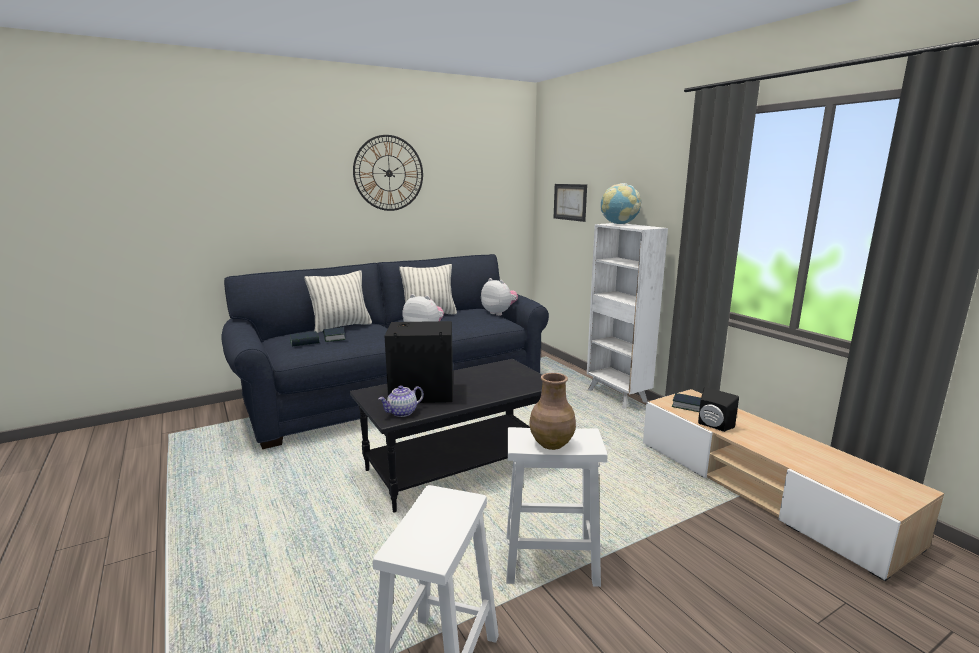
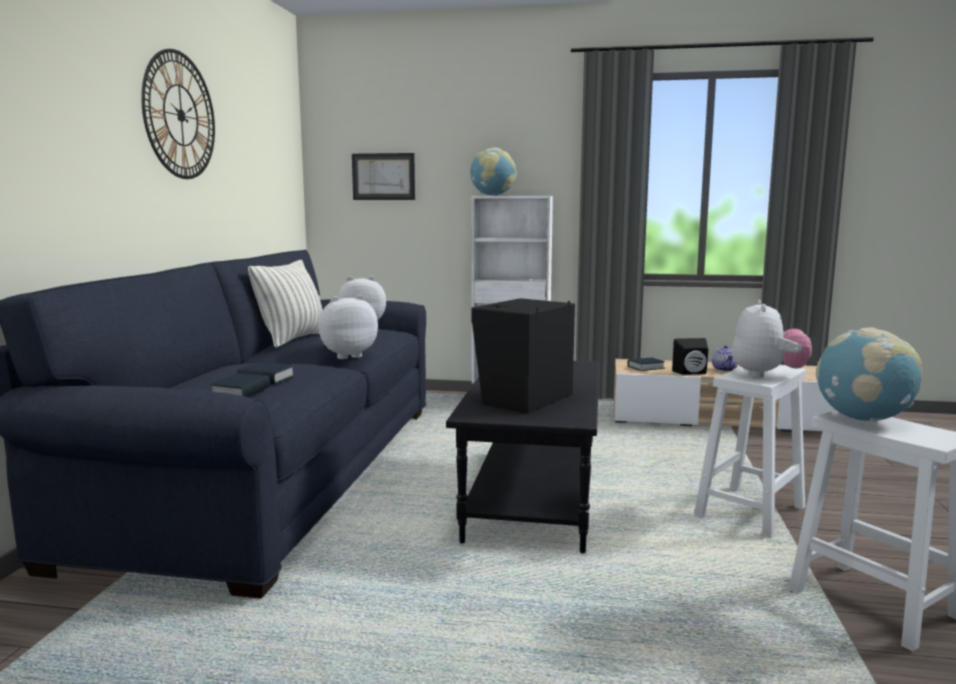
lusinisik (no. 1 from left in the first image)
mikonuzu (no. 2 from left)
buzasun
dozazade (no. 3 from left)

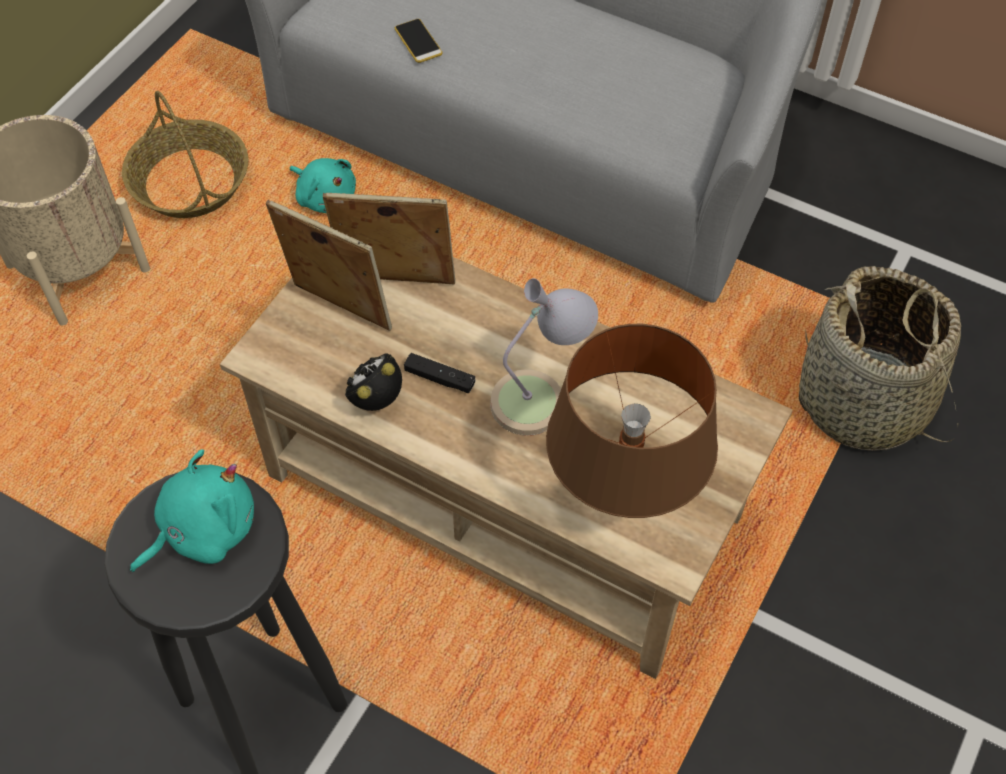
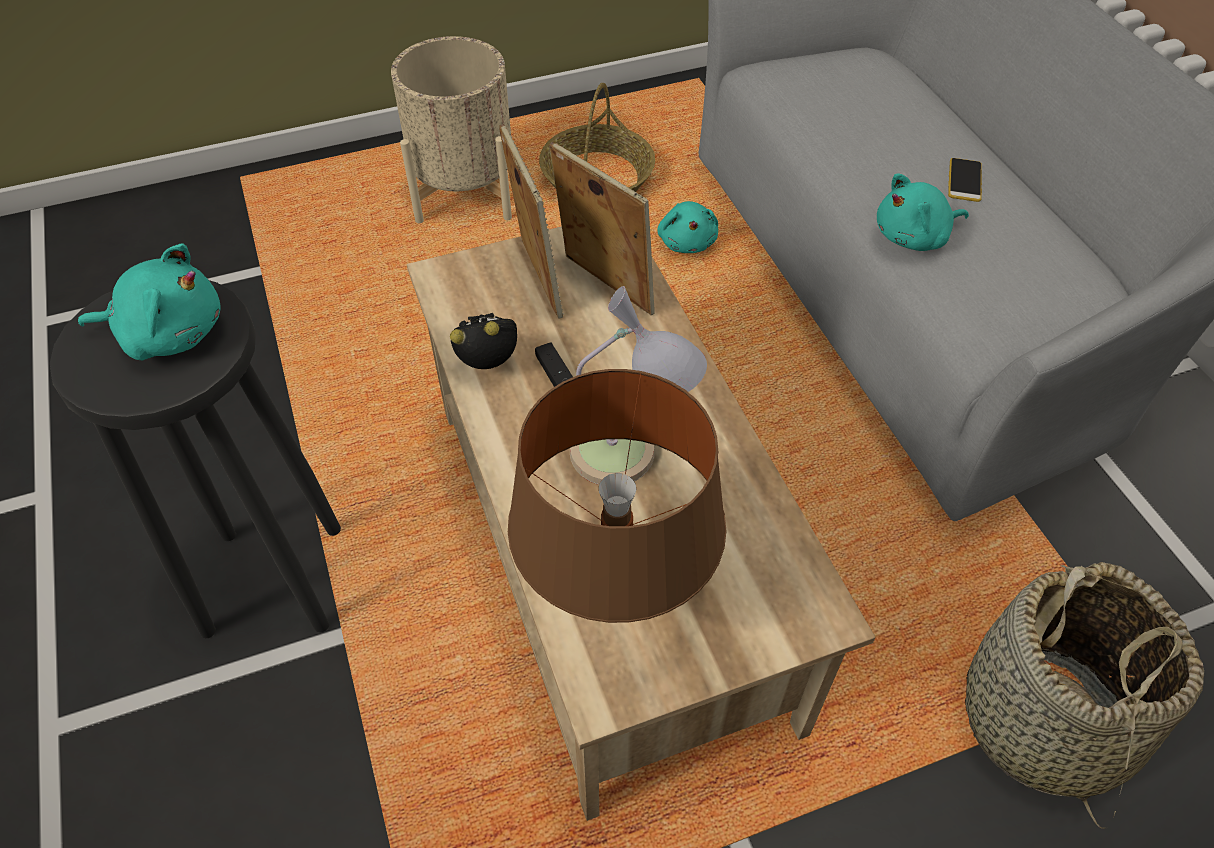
dozazade (turquoise) (no. 3 from left)
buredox

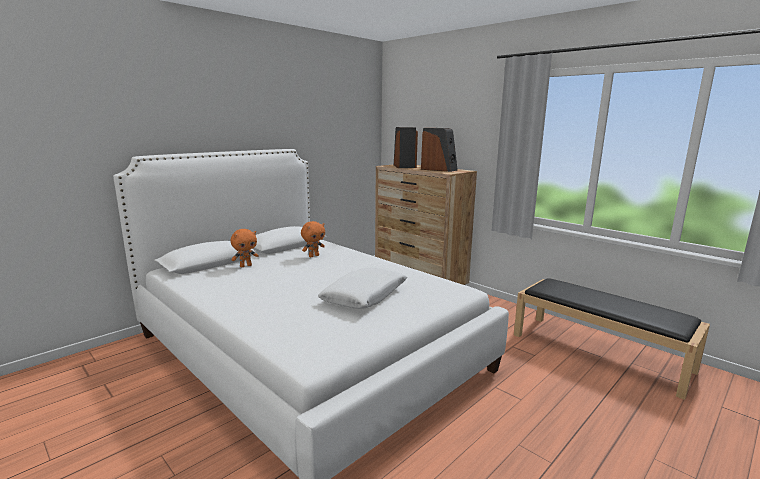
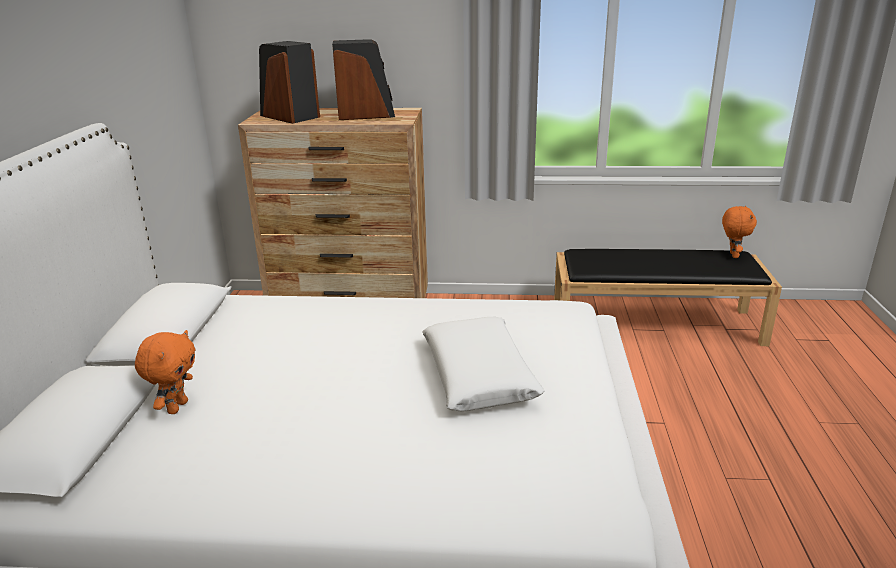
dozazade (orange) (no. 2 from left)

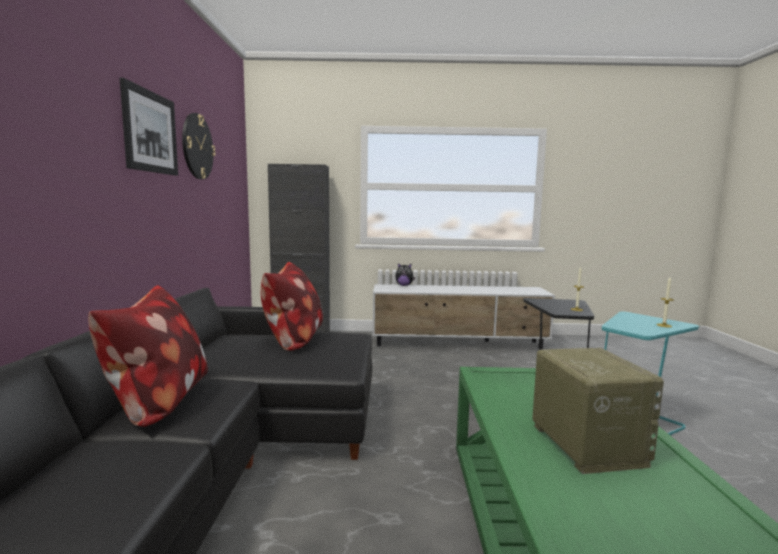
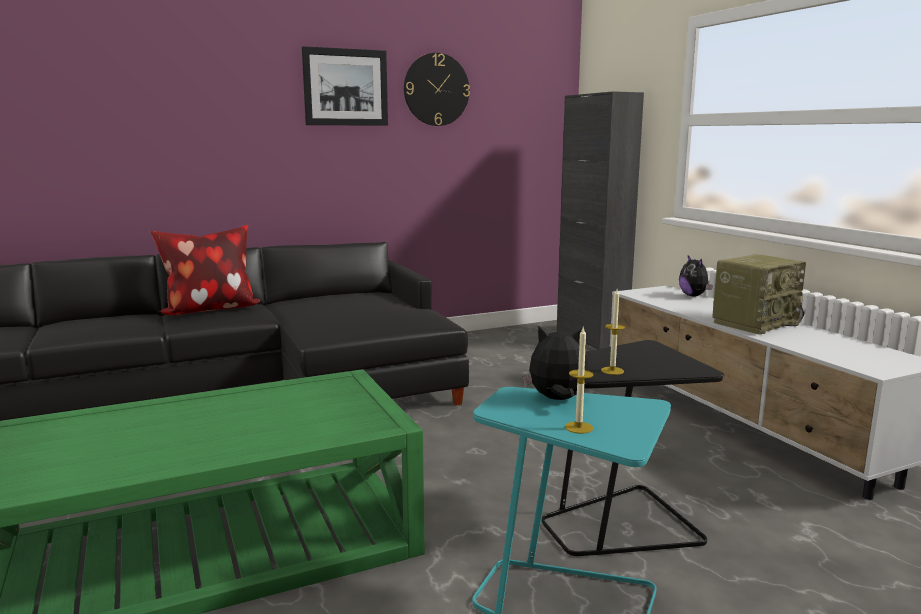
lusinisik (no. 2 from left in the first image)
dozazade (no. 1 from left)
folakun

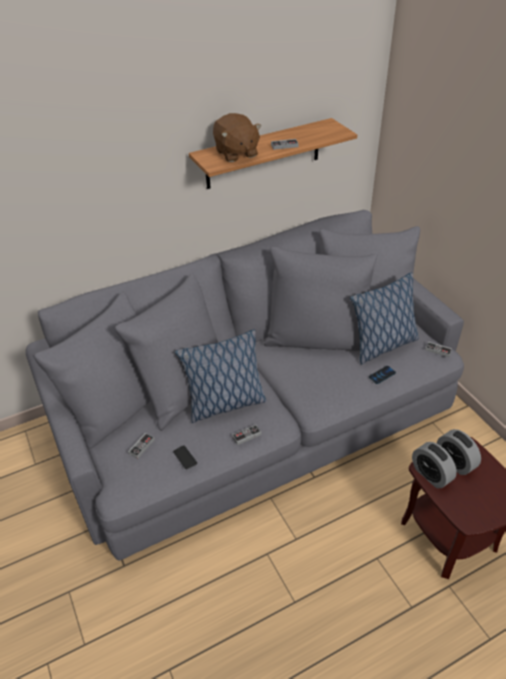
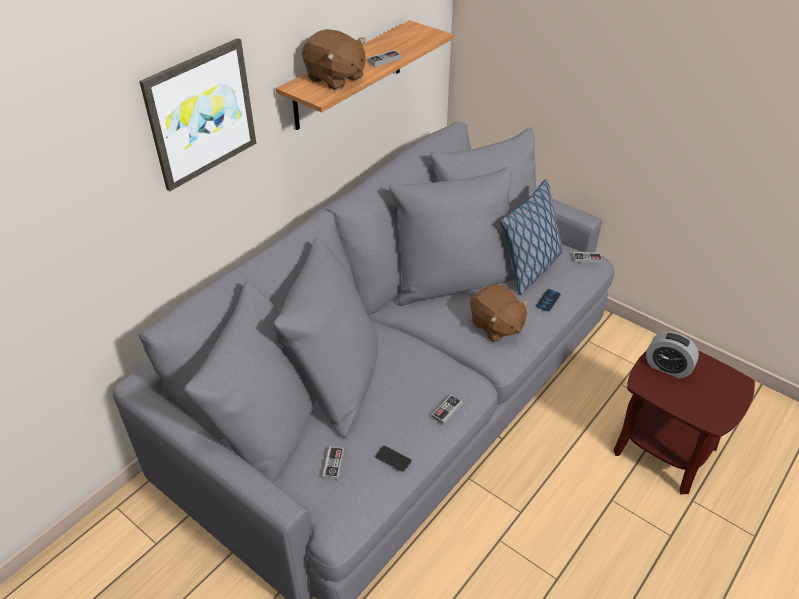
lusinisik (no. 1 from left in the first image)
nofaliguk (no. 1 from left in the first image)
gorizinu
dozazade (brown) (no. 2 from left)

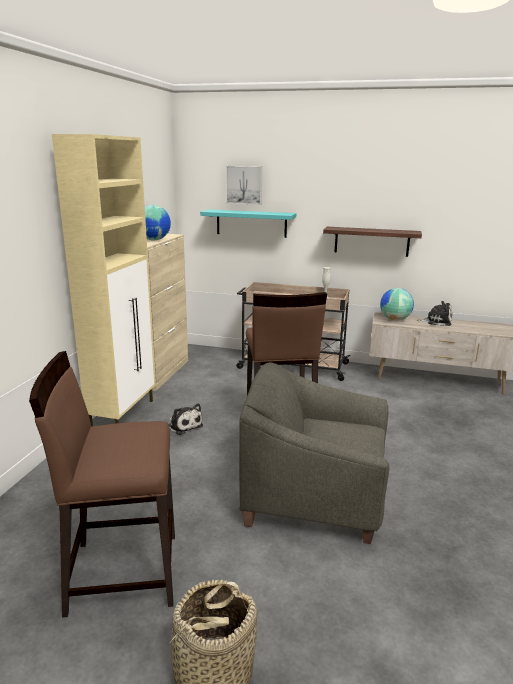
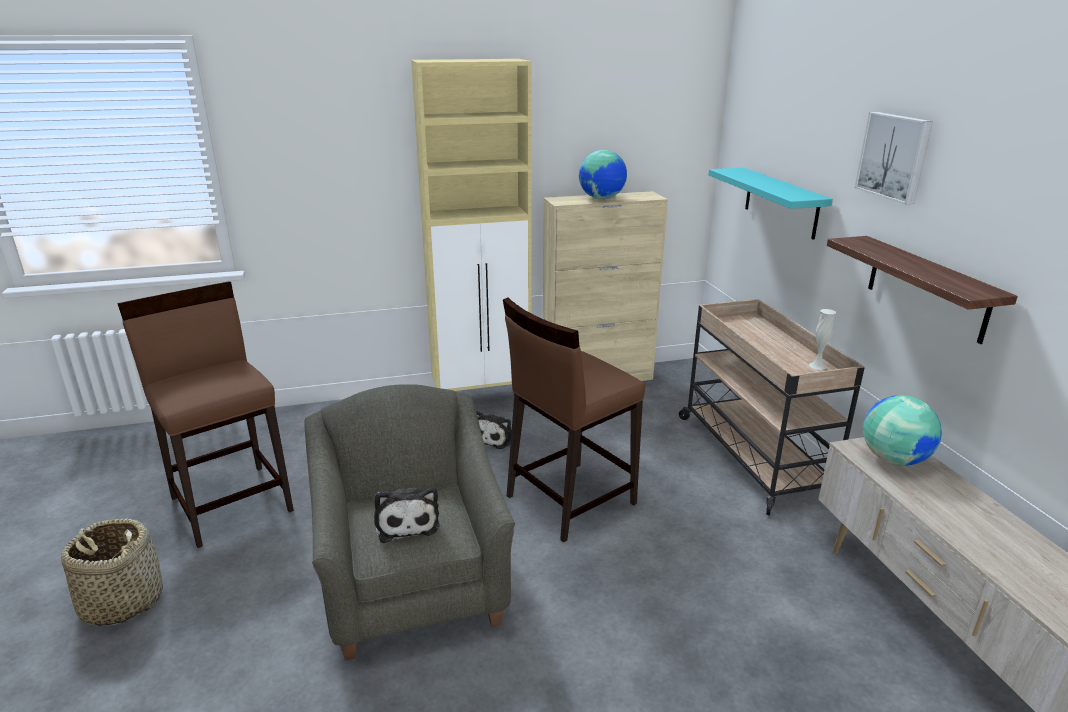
gorizinu
dozazade (no. 1 from left)

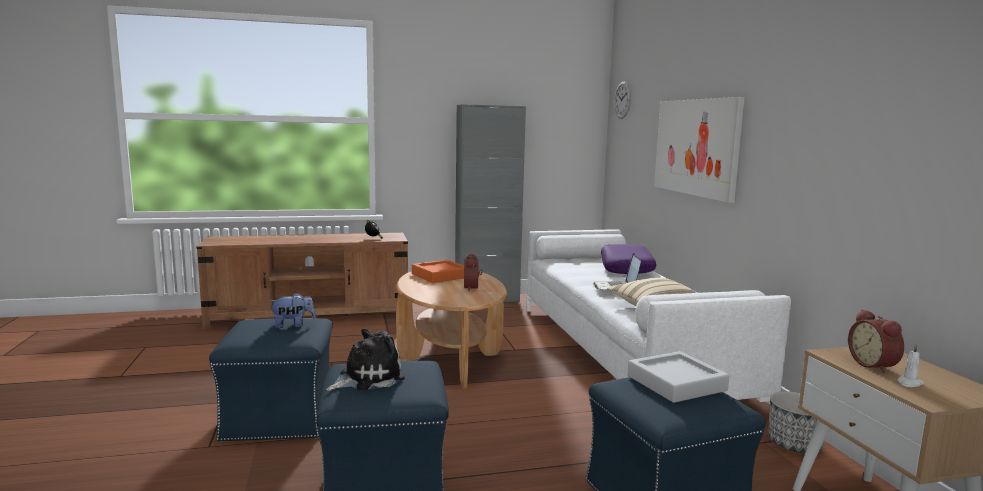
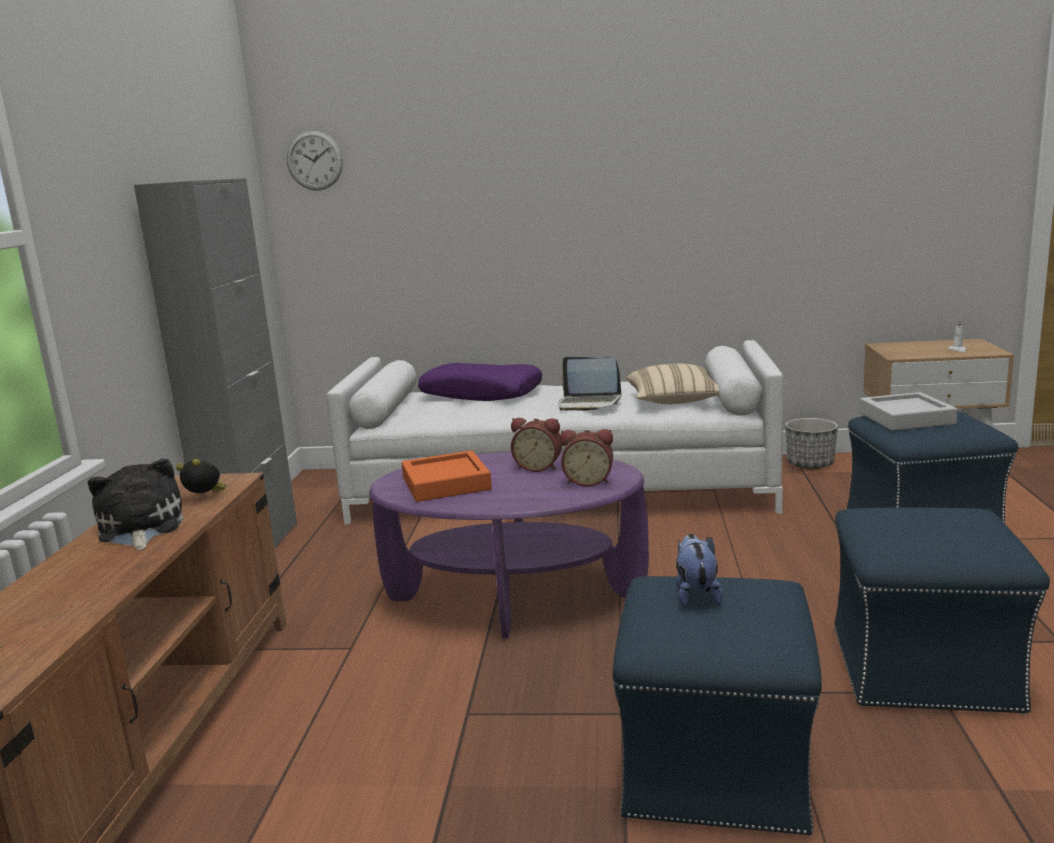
gorizinu
dozazade (no. 1 from left)
nofaliguk (no. 3 from left)
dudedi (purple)

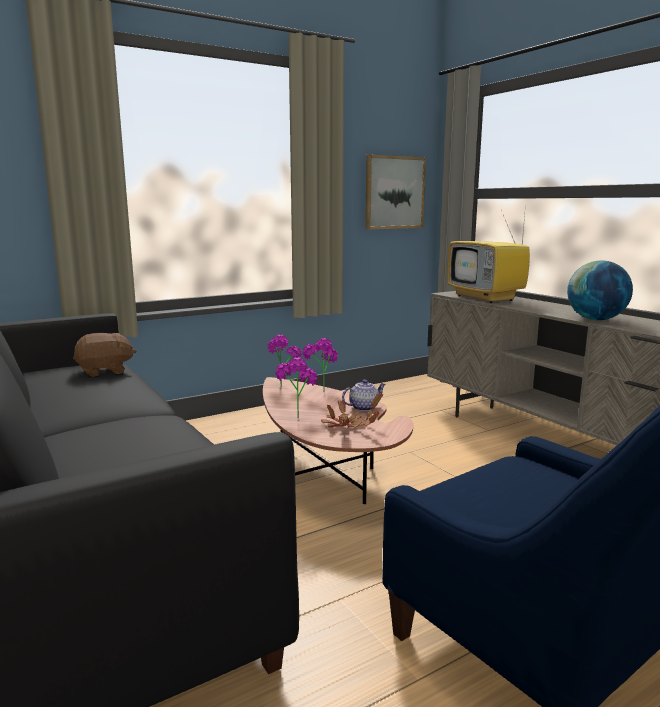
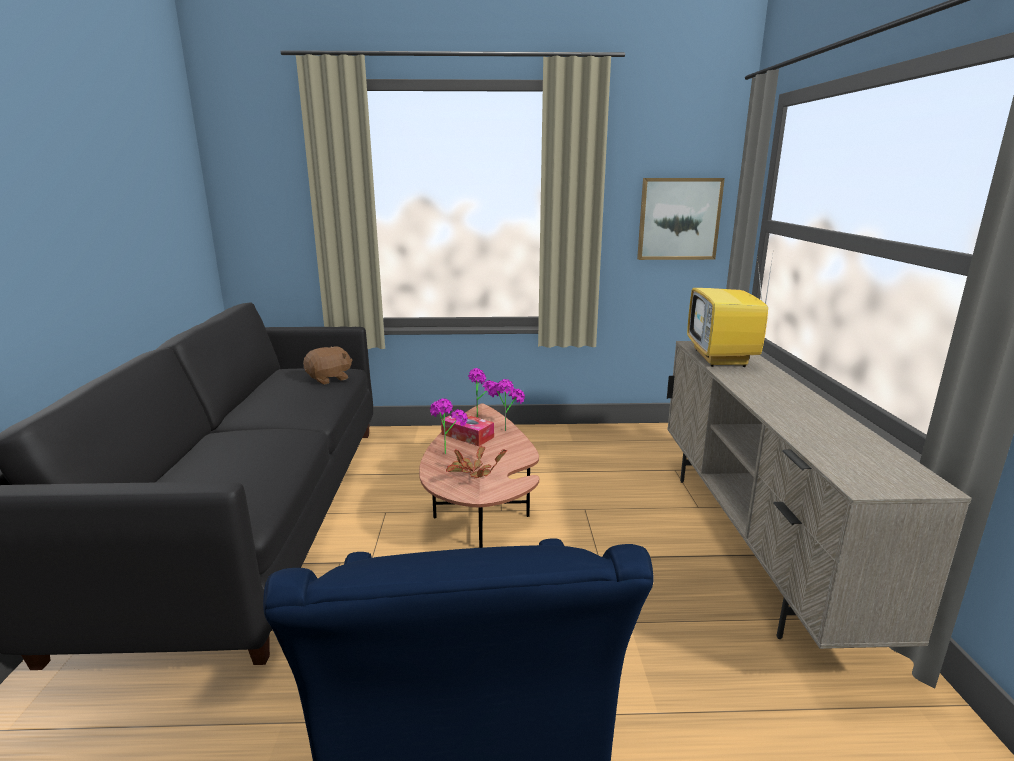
buzasun
mikonuzu
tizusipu
dozazade (brown)

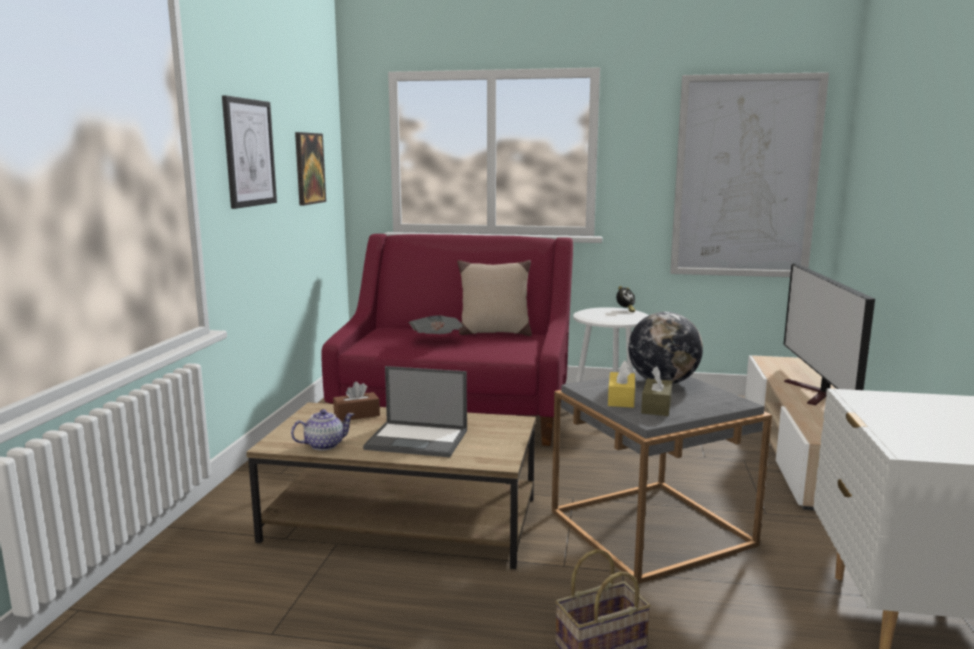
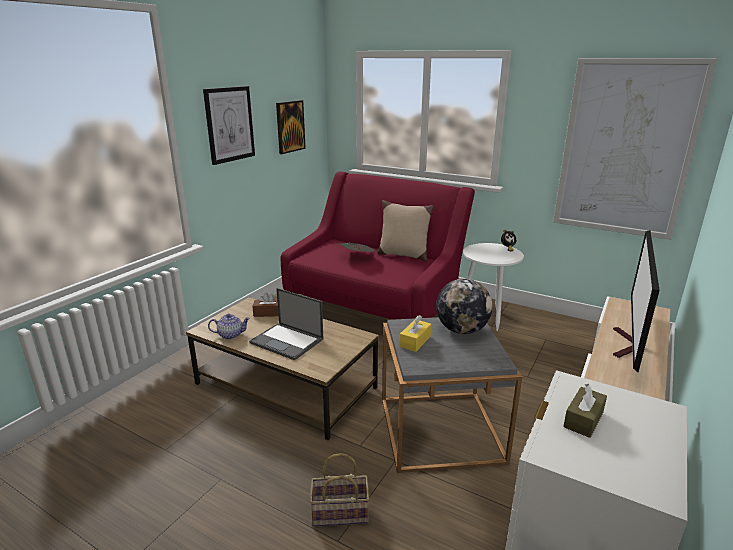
tizusipu (brown) (no. 2 from left)

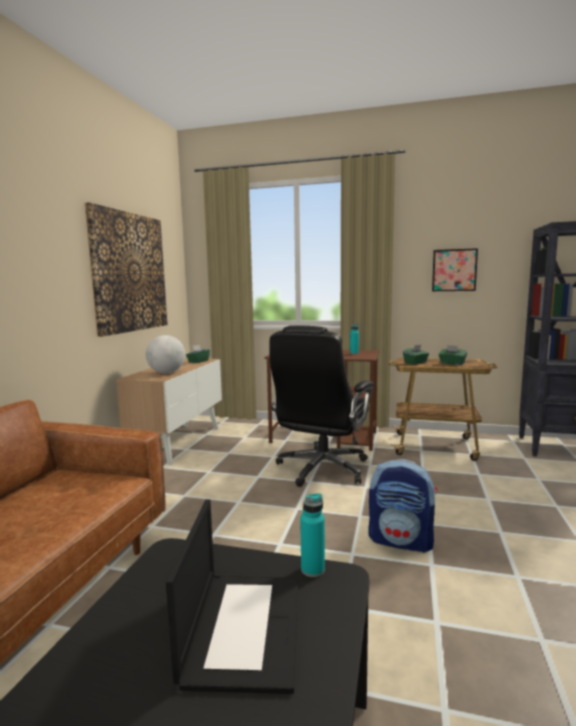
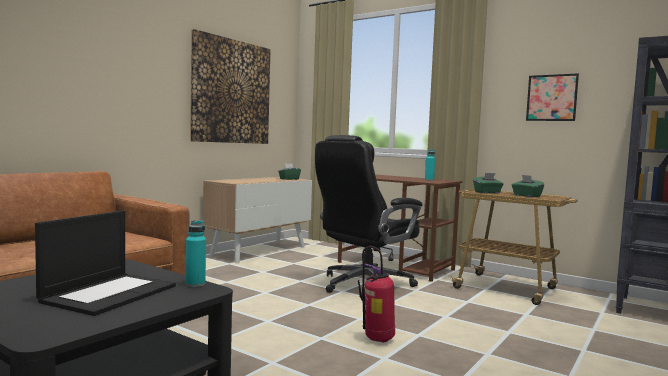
mikonuzu
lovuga

